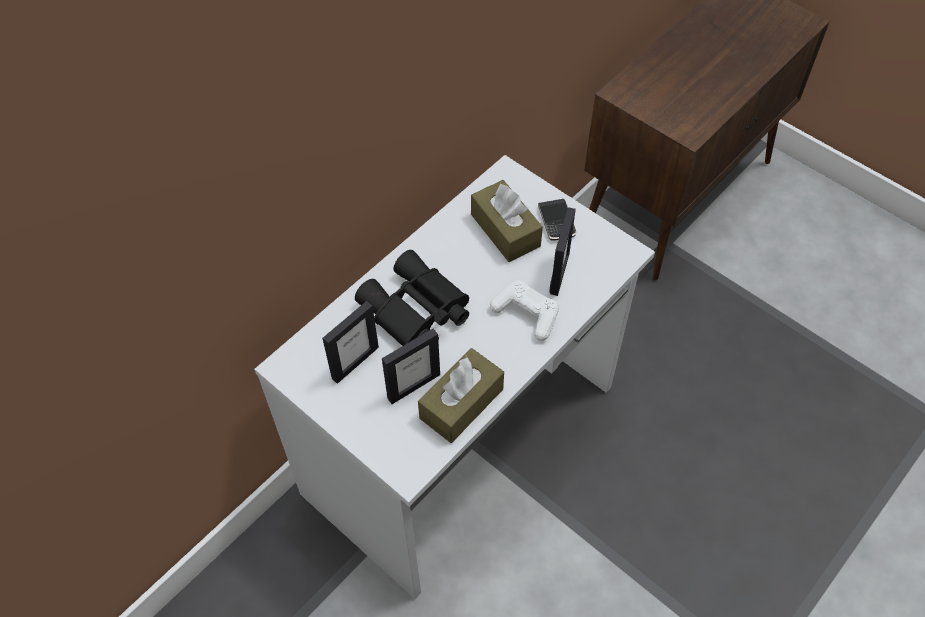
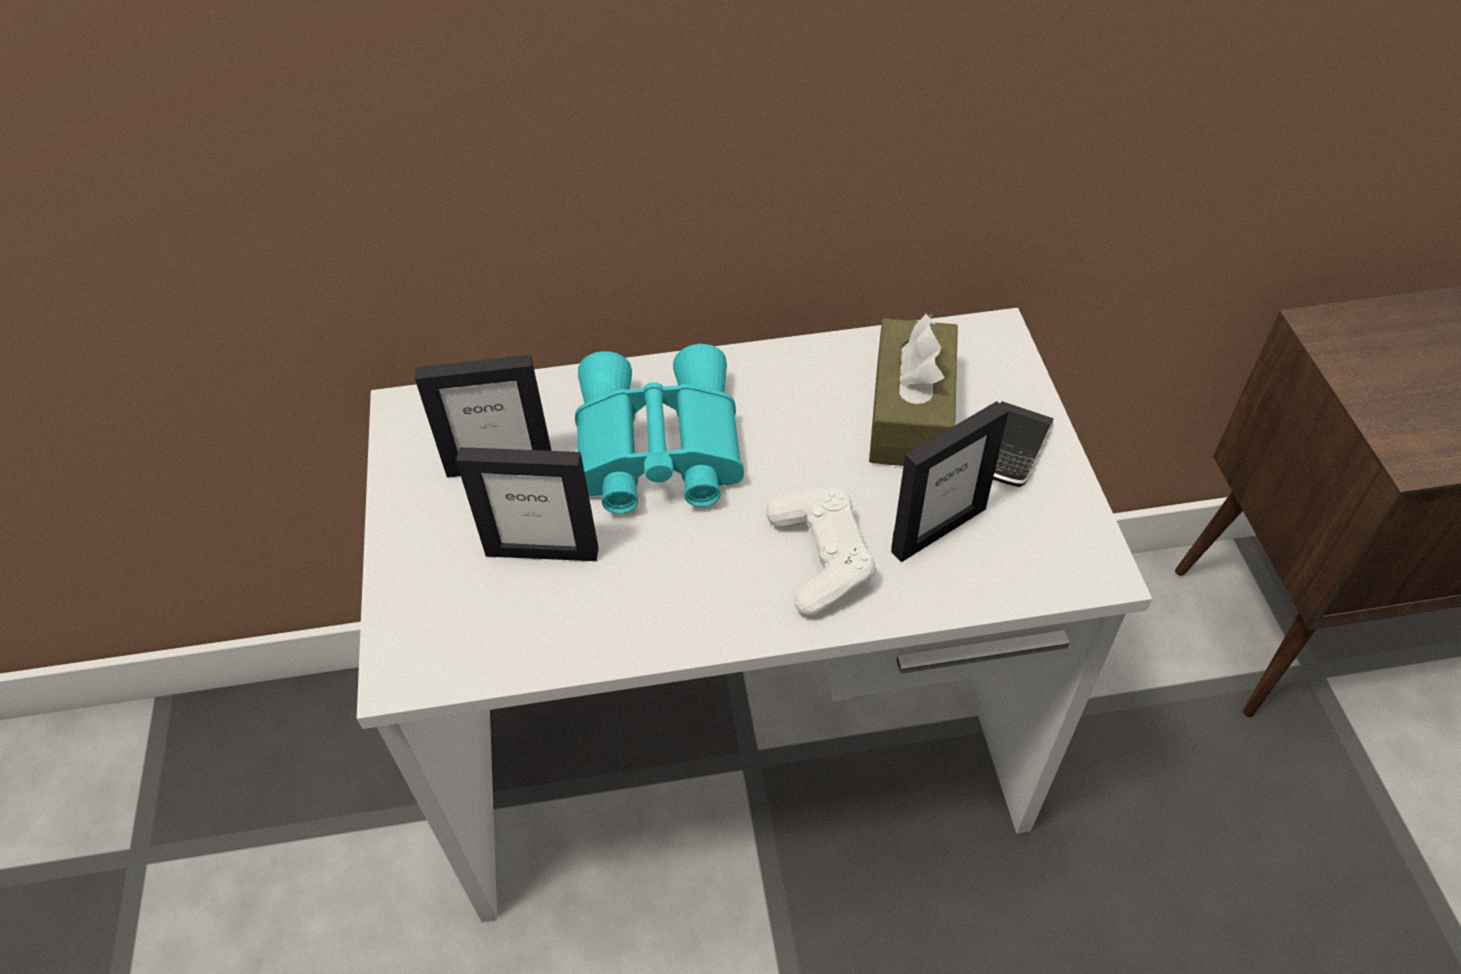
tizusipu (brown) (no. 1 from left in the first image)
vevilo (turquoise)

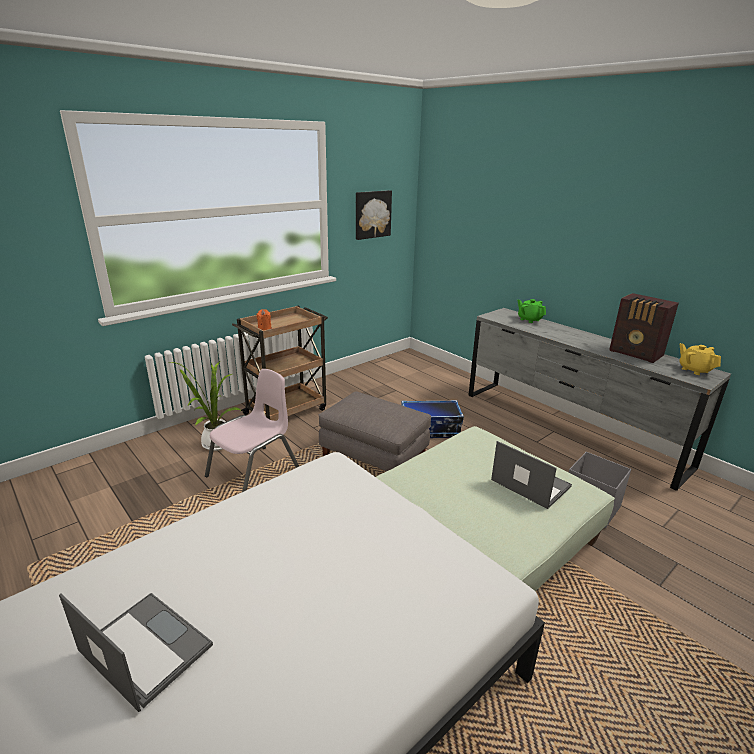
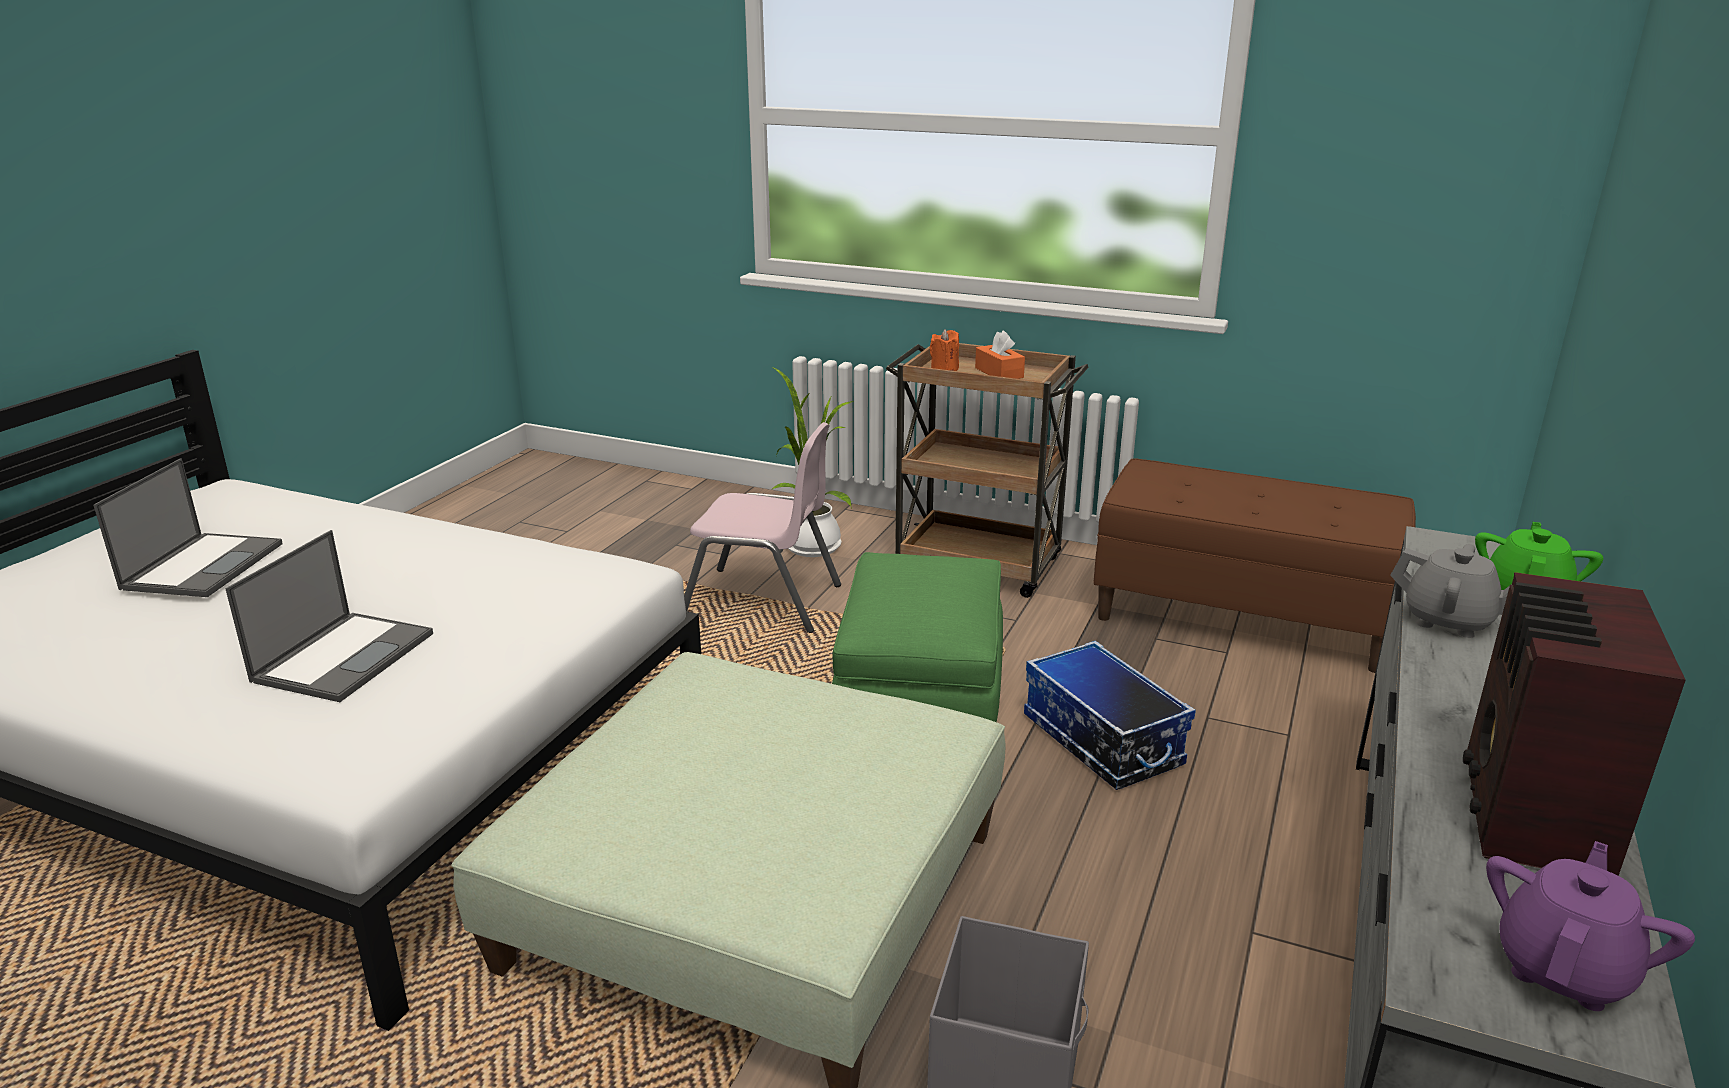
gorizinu
tizusipu (orange)
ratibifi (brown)
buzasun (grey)
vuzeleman (no. 2 from left)
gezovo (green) (no. 2 from left)
buzasun (purple)

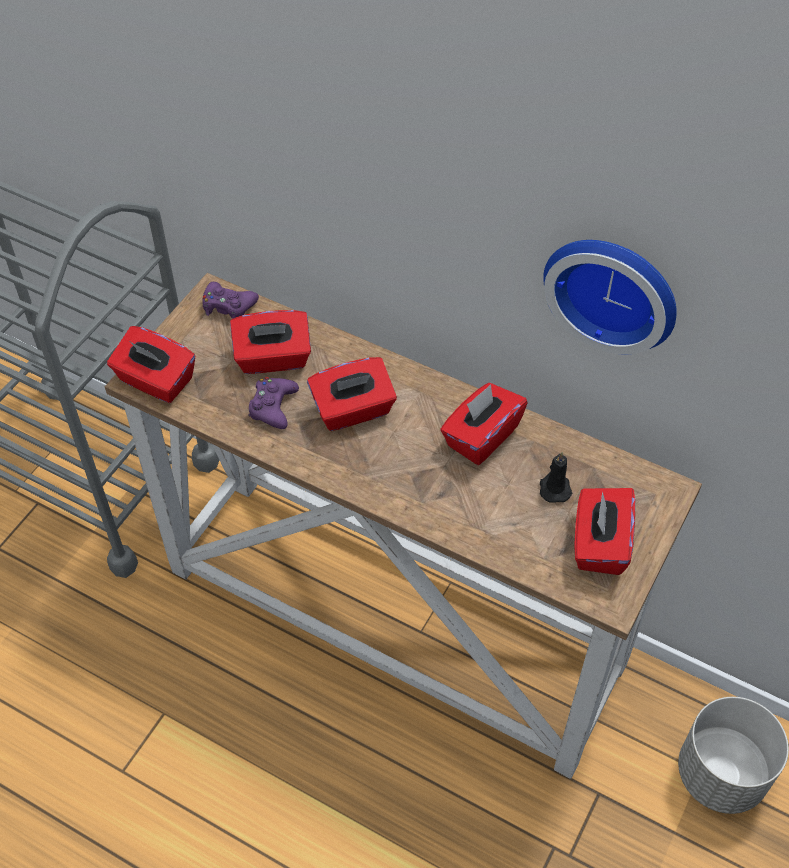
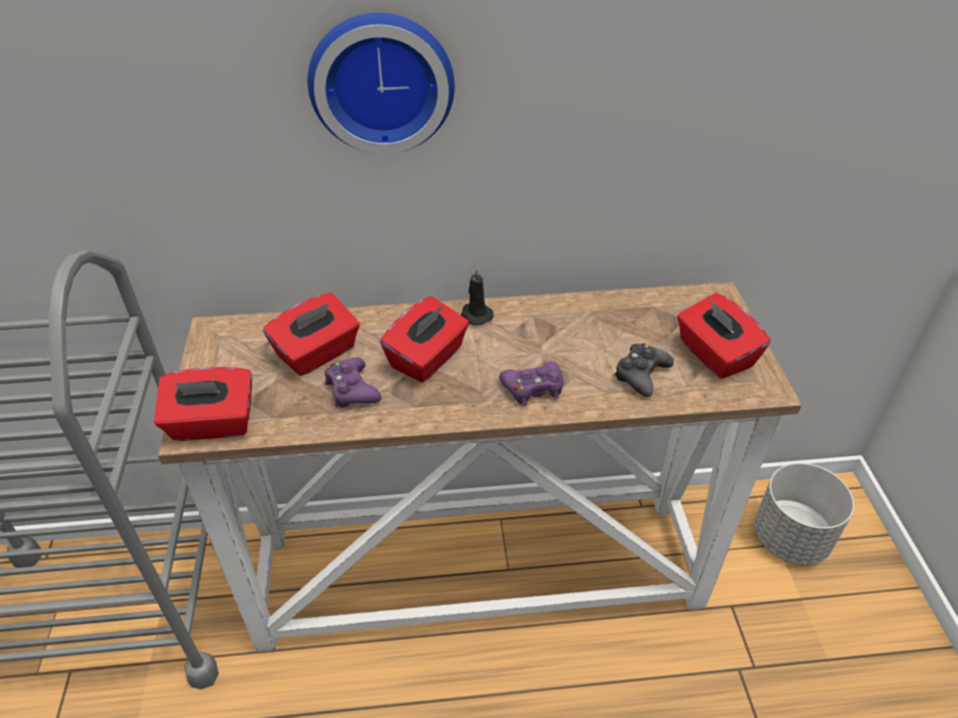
tizusipu (red) (no. 4 from left in the first image)
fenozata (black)
fenozata (purple) (no. 2 from left)
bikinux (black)
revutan

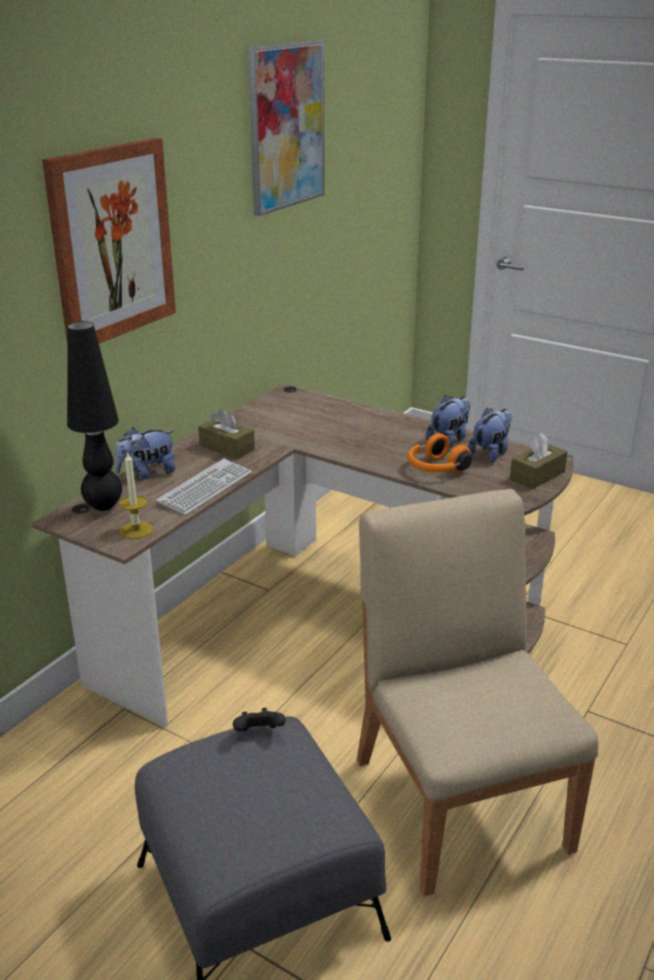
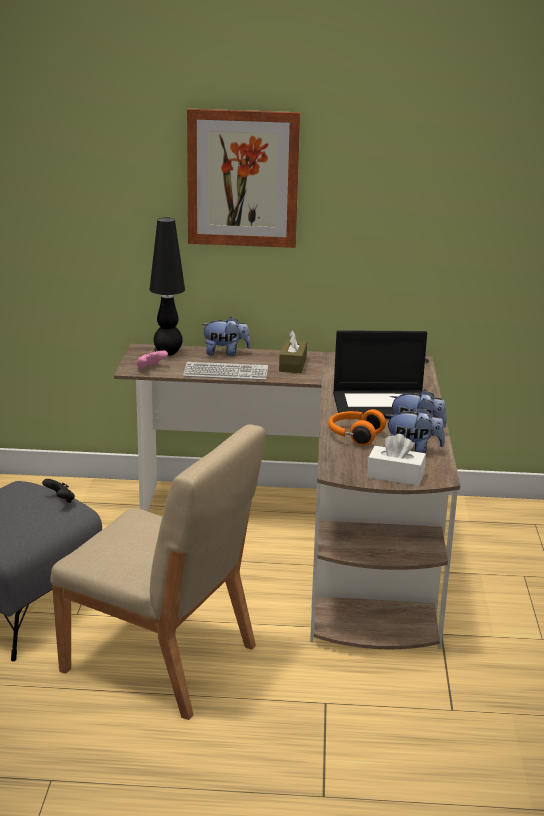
gorizinu (no. 2 from left in the first image)
vuzeleman
fenozata (pink)
tizusipu (white)
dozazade (no. 1 from left)
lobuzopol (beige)

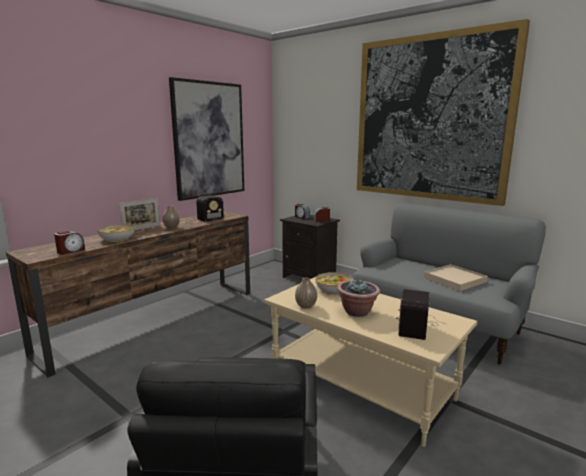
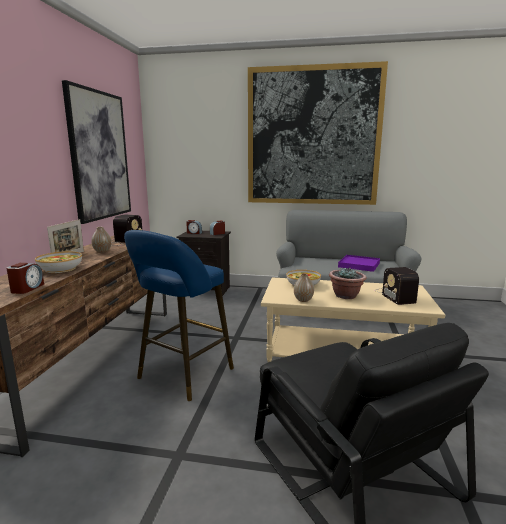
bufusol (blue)
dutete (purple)

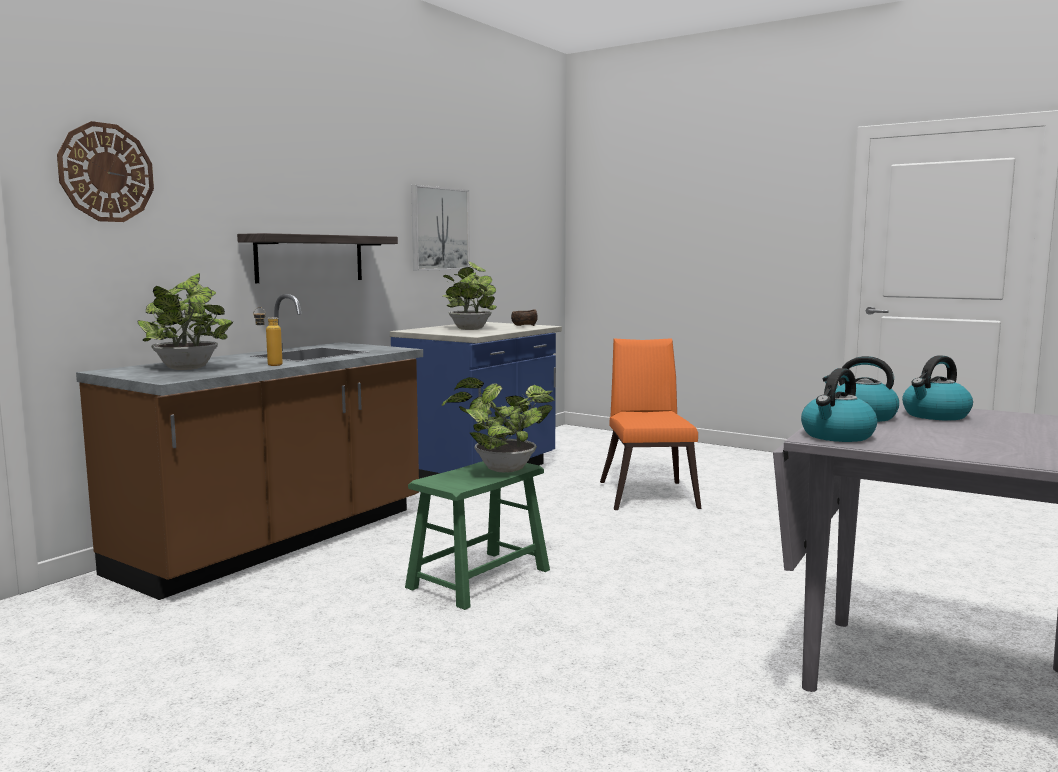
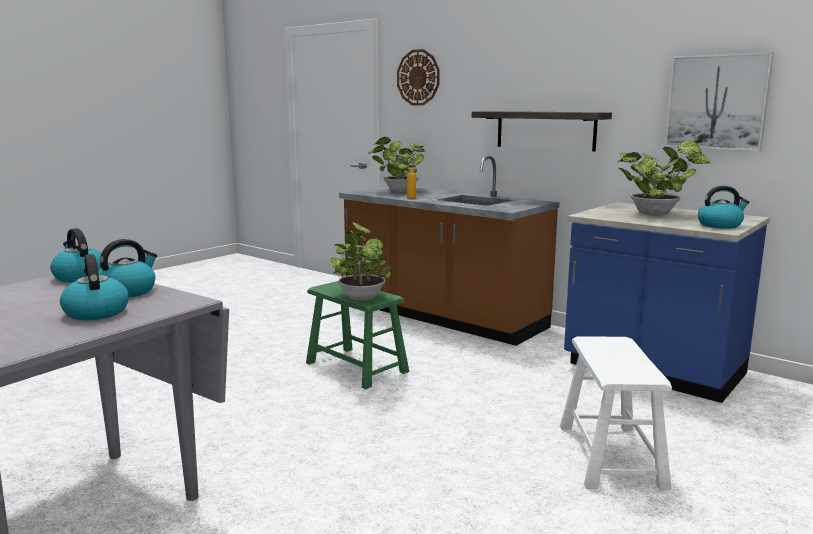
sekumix (no. 4 from left)
bufusol (white)

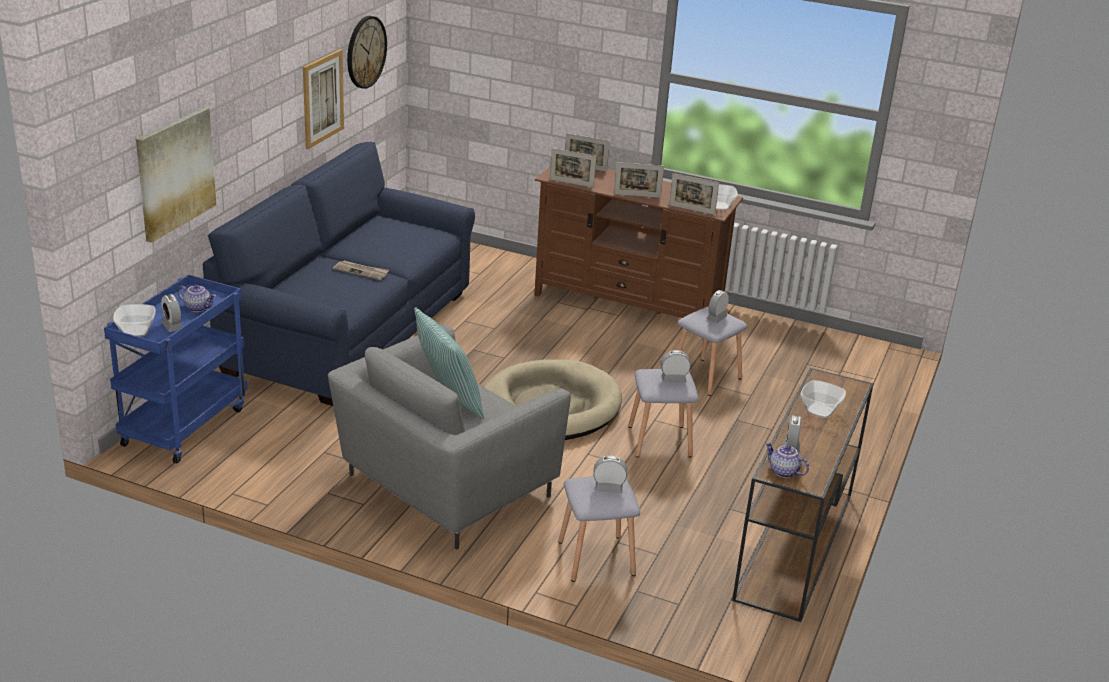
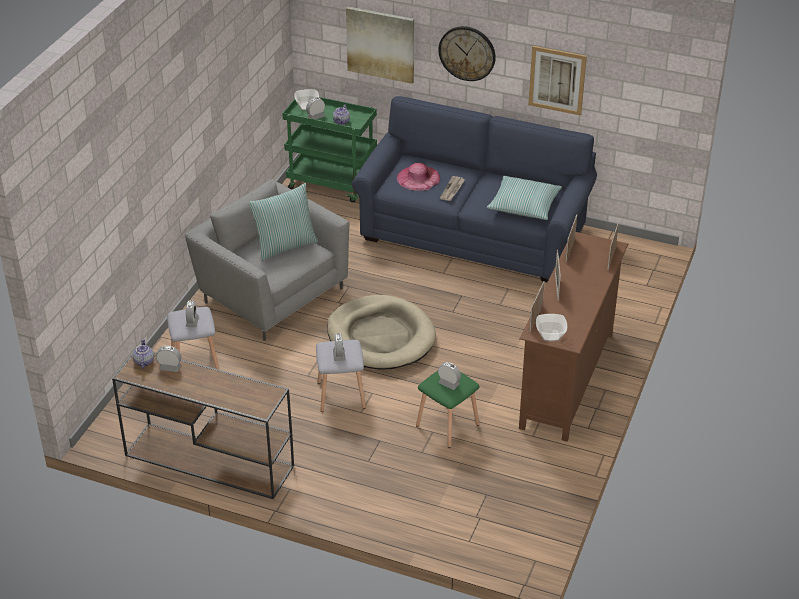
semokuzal (no. 3 from left in the first image)
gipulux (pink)
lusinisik (no. 2 from left)
revutan
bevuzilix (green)
bufusol (green)
buzasun (no. 1 from left)

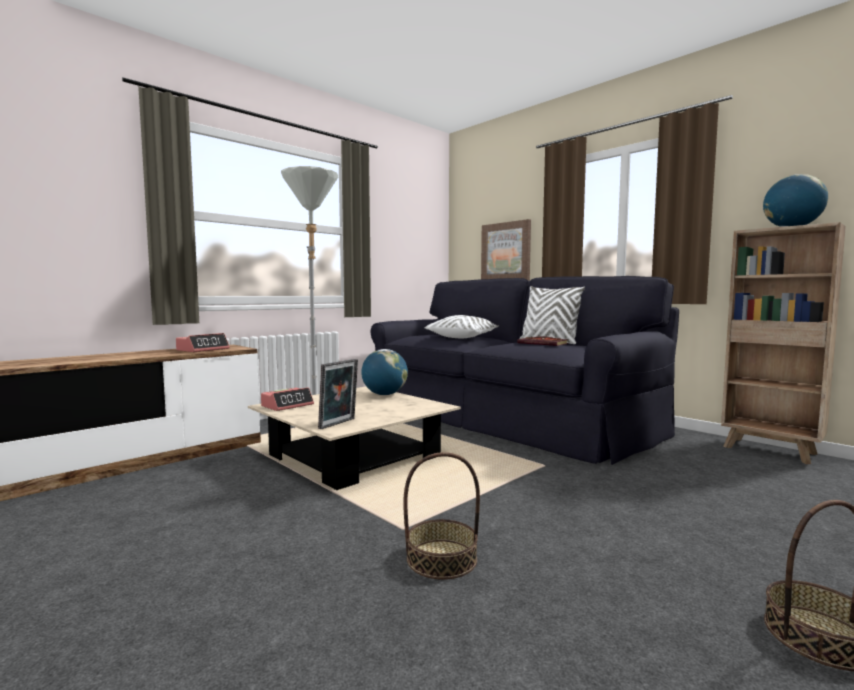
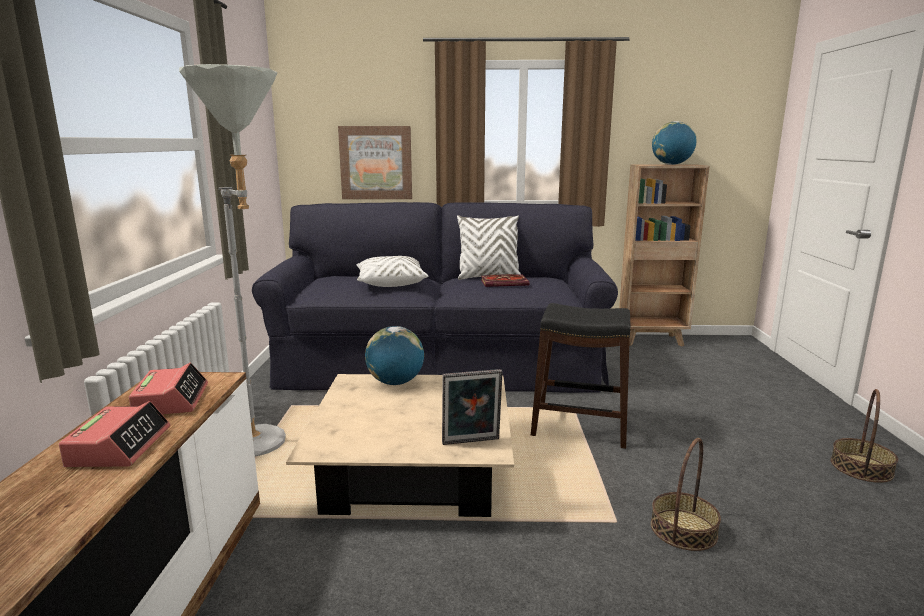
bufusol (black)
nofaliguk (no. 1 from left)
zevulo

